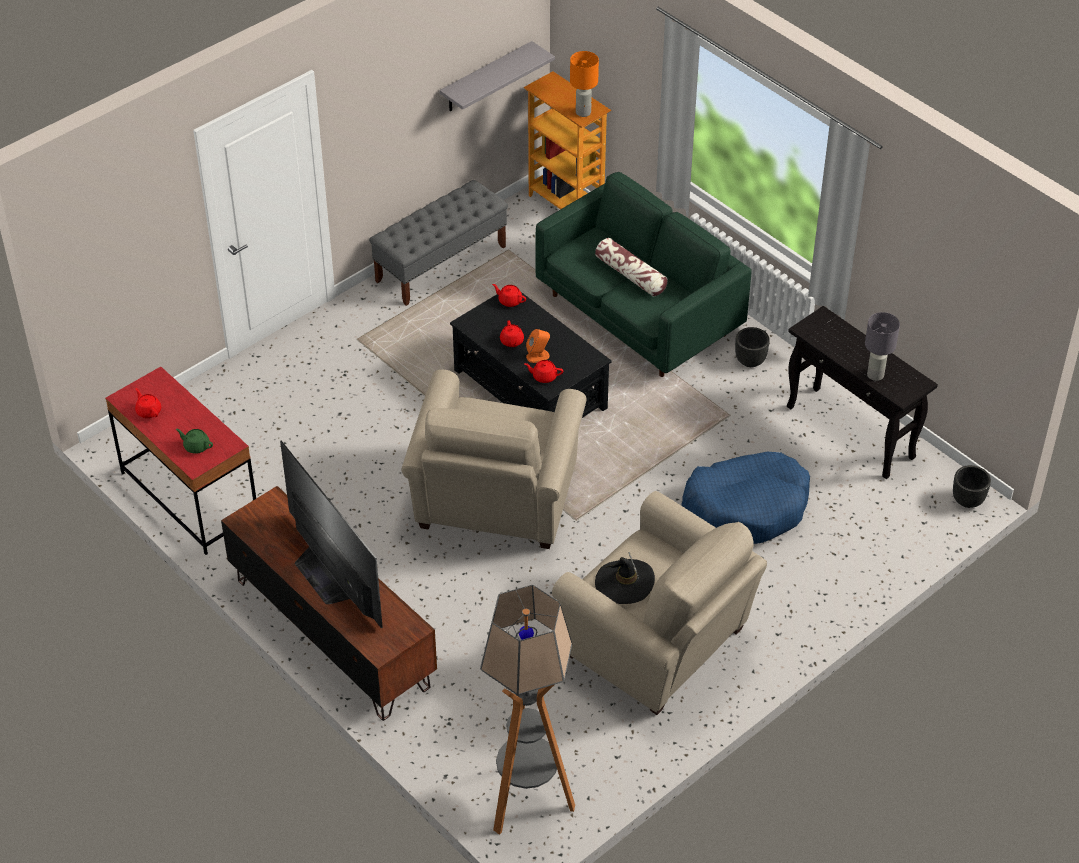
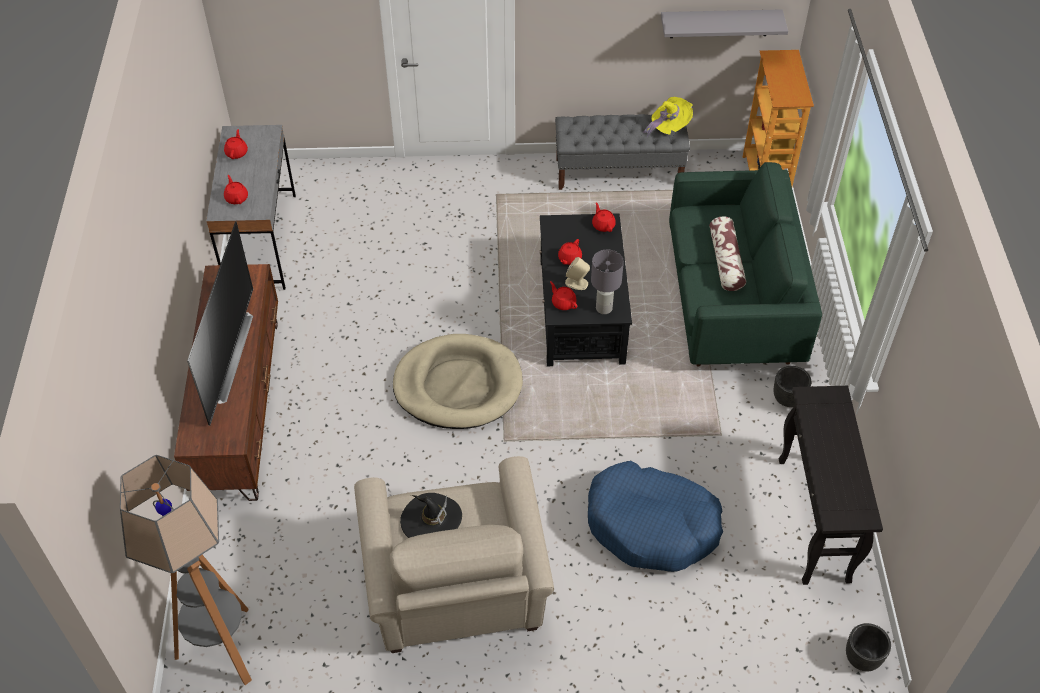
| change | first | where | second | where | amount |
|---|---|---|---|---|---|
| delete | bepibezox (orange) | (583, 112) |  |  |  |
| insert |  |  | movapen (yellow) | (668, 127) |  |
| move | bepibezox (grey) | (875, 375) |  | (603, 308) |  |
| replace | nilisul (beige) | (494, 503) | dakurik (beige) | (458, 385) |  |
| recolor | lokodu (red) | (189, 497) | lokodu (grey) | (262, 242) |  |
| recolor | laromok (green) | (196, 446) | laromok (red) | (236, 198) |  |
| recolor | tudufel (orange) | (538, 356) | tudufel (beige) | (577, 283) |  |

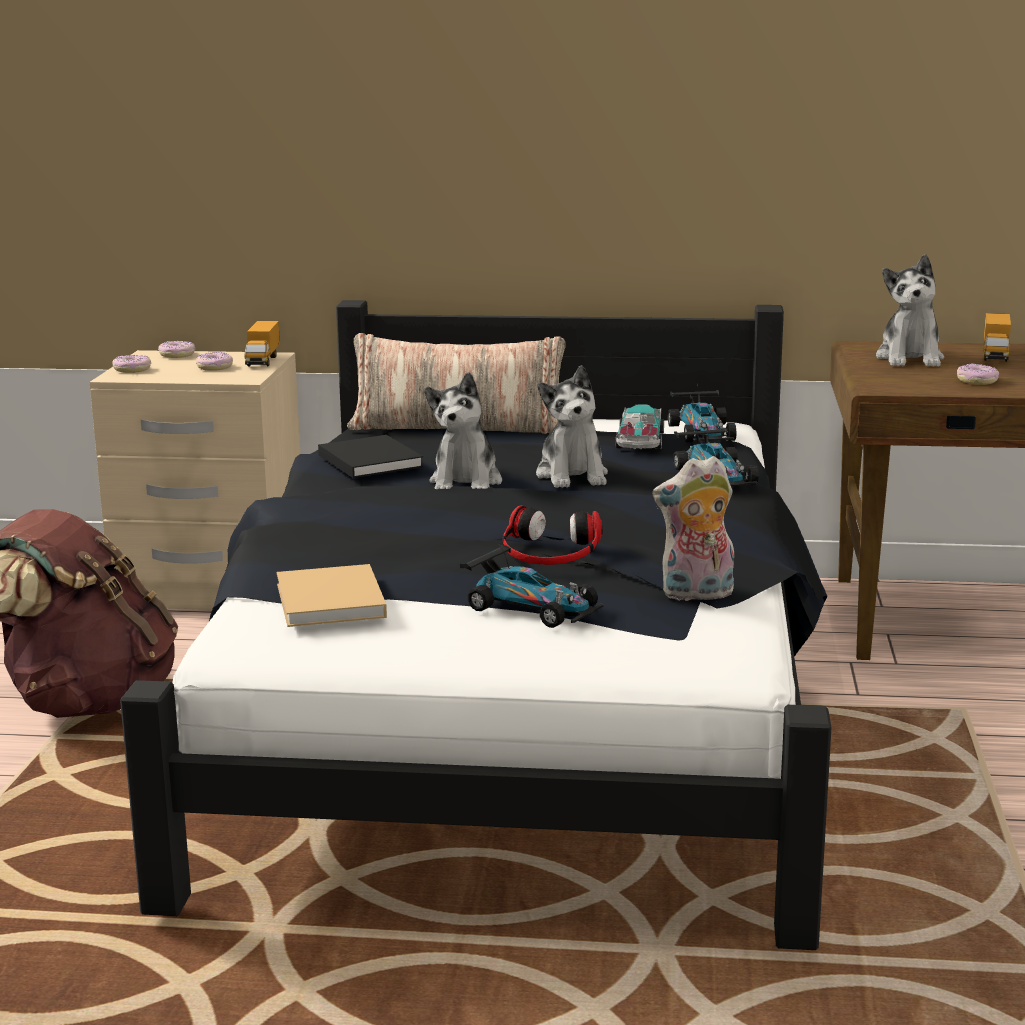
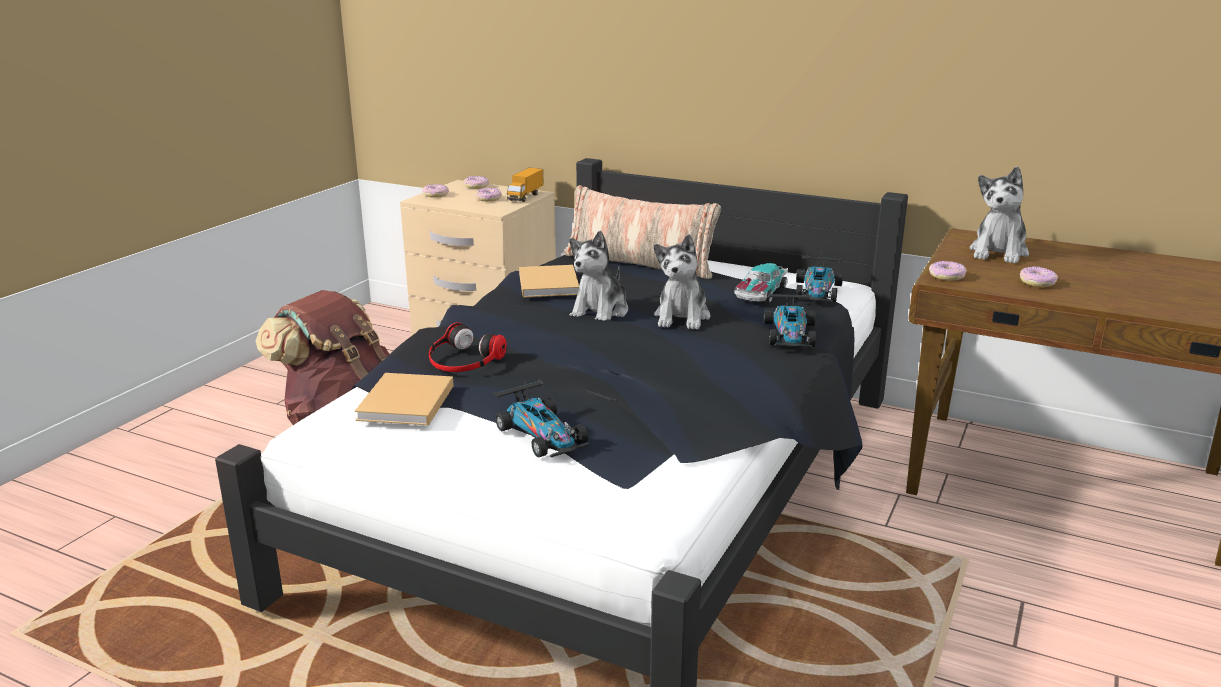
| change | first | where | second | where | amount |
|---|---|---|---|---|---|
| delete | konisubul | (696, 595) |  |  |  |
| delete | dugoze | (995, 355) |  |  |  |
| insert |  |  | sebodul | (947, 276) |  |
| move | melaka | (550, 549) |  | (463, 359) |  |
| recolor | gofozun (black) | (369, 460) | gofozun (beige) | (548, 283) |  |

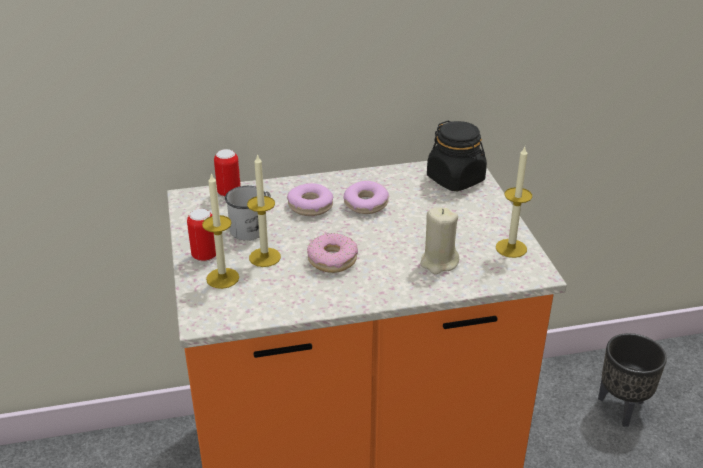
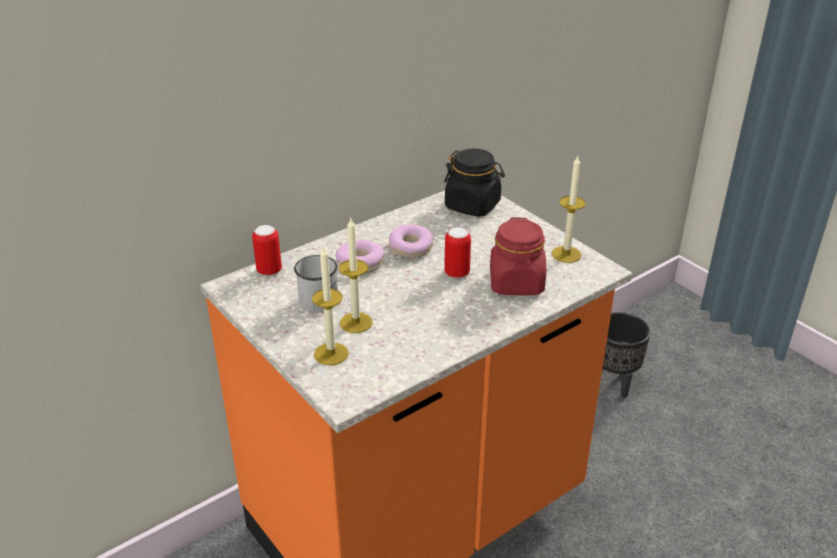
| change | first | where | second | where | amount |
|---|---|---|---|---|---|
| delete | sebodul | (332, 259) |  |  |  |
| move | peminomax | (204, 256) |  | (457, 273) |  |
| replace | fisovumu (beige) | (438, 262) | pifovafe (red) | (516, 283) |  |

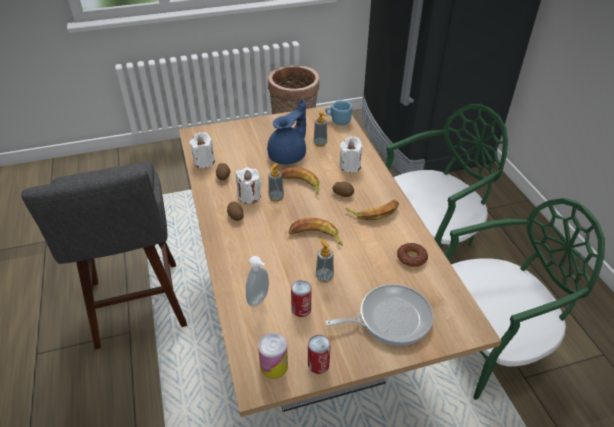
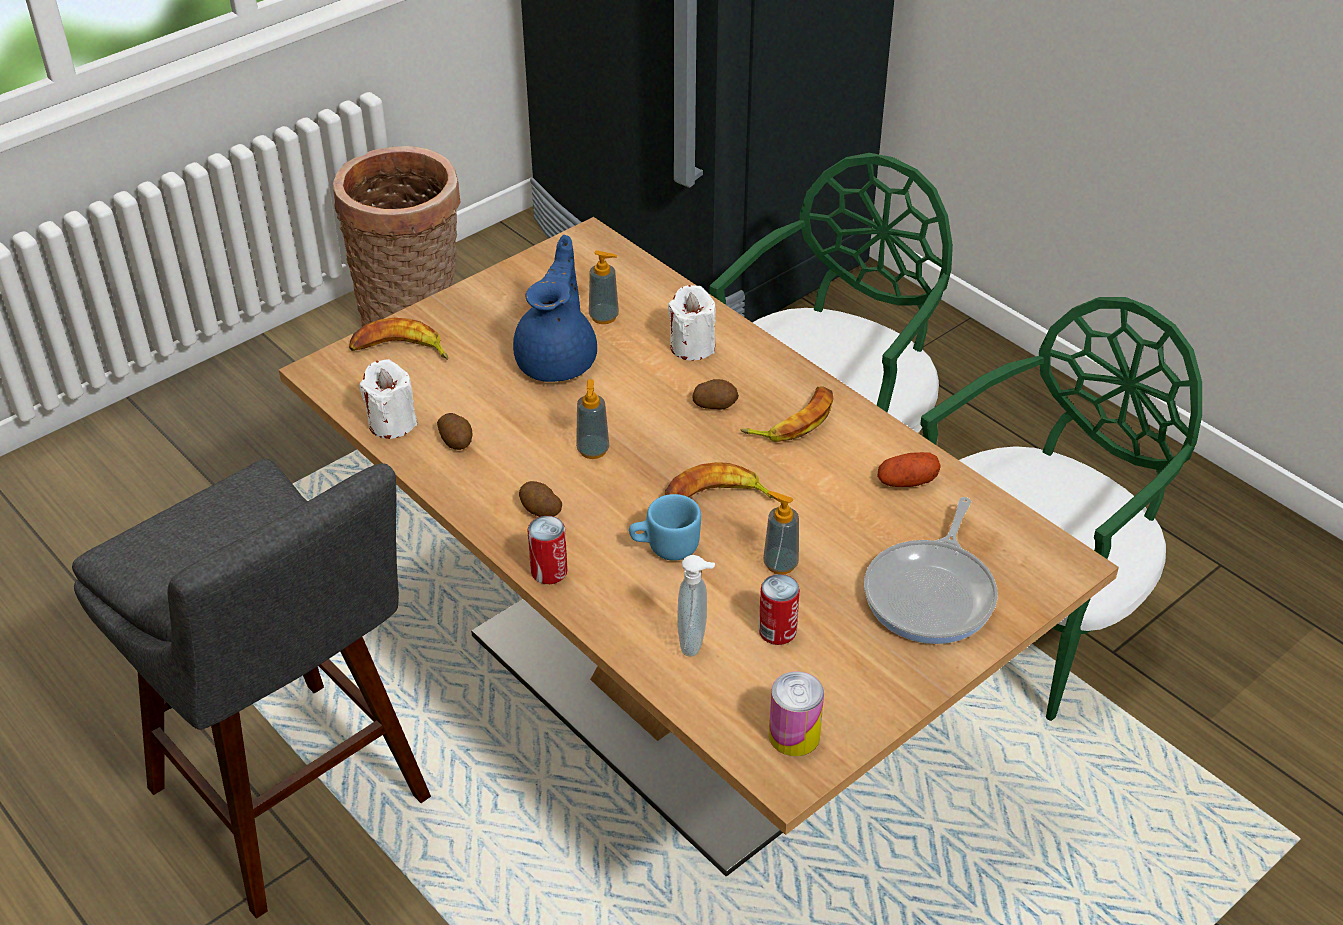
| change | first | where | second | where | amount |
|---|---|---|---|---|---|
| delete | fisovumu (white) | (249, 196) |  |  |  |
| move | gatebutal | (299, 184) |  | (400, 350) |  |
| move | peminomax | (318, 364) |  | (549, 572) |  |
| move | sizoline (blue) | (338, 121) |  | (665, 547) |  |
| replace | sebodul | (412, 257) | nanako | (907, 482) |  |
| rotate | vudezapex | (390, 318) |  | (932, 593) | 150 degrees clockwise |

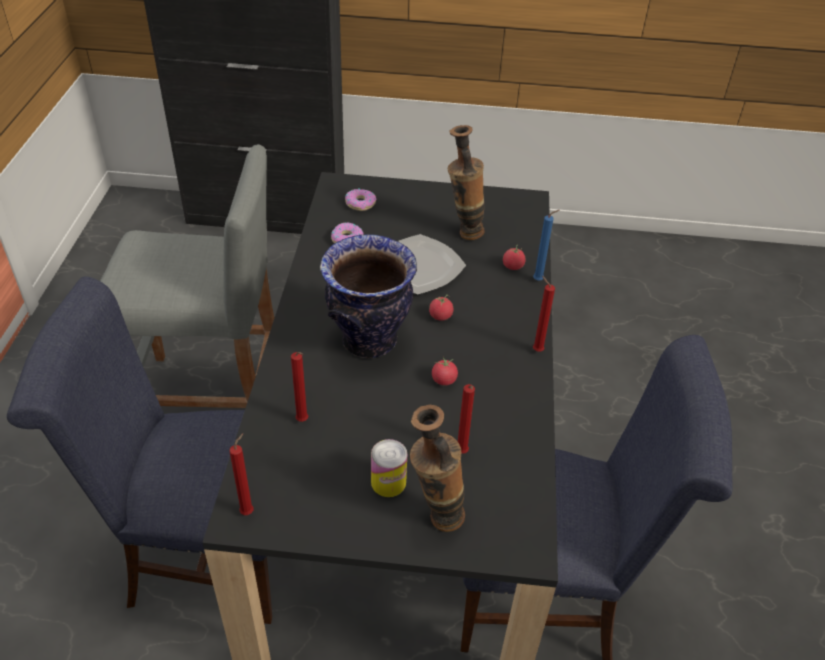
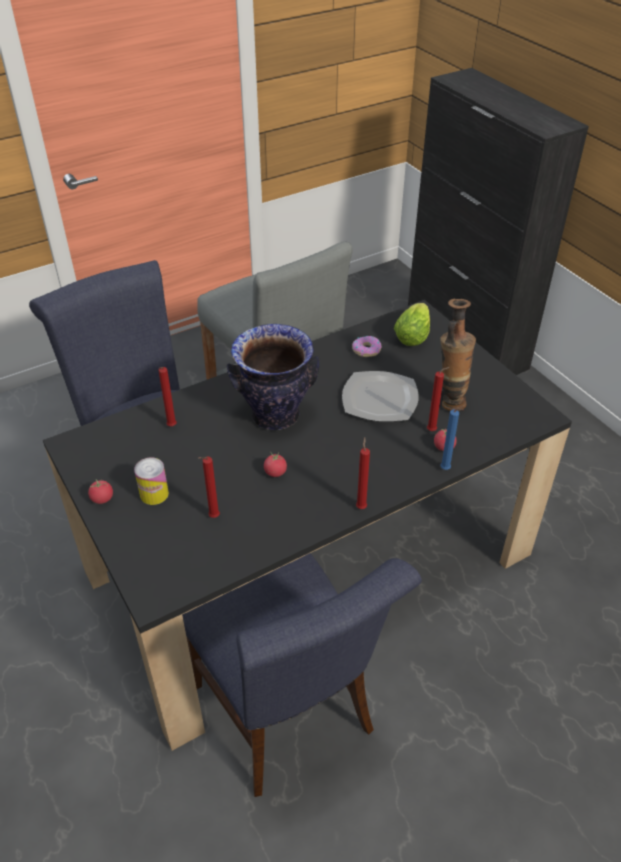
| change | first | where | second | where | amount |
|---|---|---|---|---|---|
| delete | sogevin | (435, 519) |  |  |  |
| move | fisovumu (red) | (248, 511) |  | (433, 430) |  |
| move | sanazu | (440, 316) |  | (102, 498) |  |
| replace | sebodul | (360, 203) | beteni | (413, 335) |  |

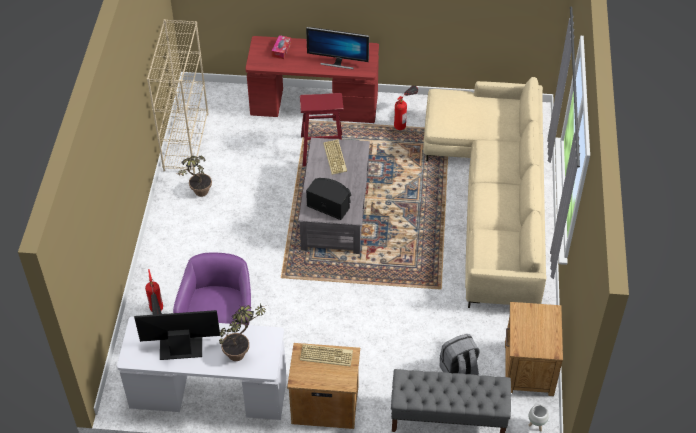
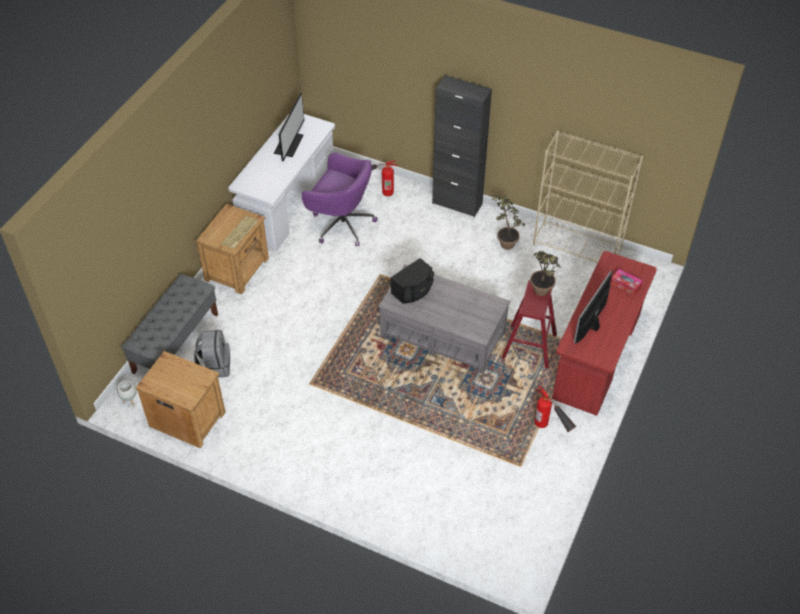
| change | first | where | second | where | amount |
|---|---|---|---|---|---|
| delete | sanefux | (335, 157) |  |  |  |
| delete | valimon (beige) | (492, 197) |  |  |  |
| insert |  |  | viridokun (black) | (457, 203) |  |
| move | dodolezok | (242, 352) |  | (541, 294) |  |

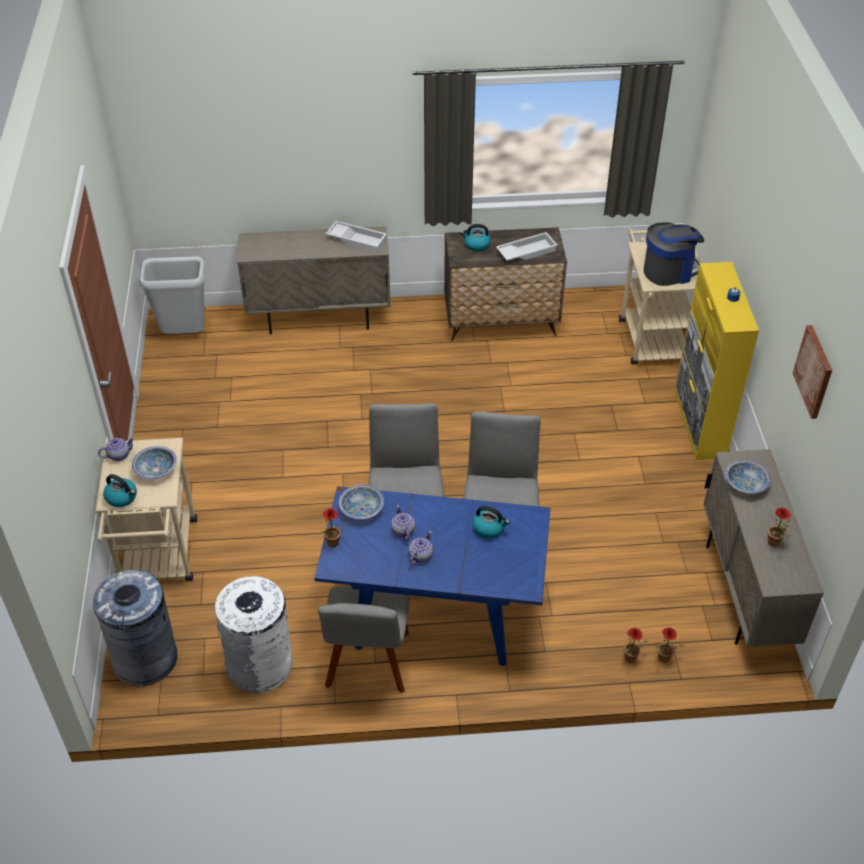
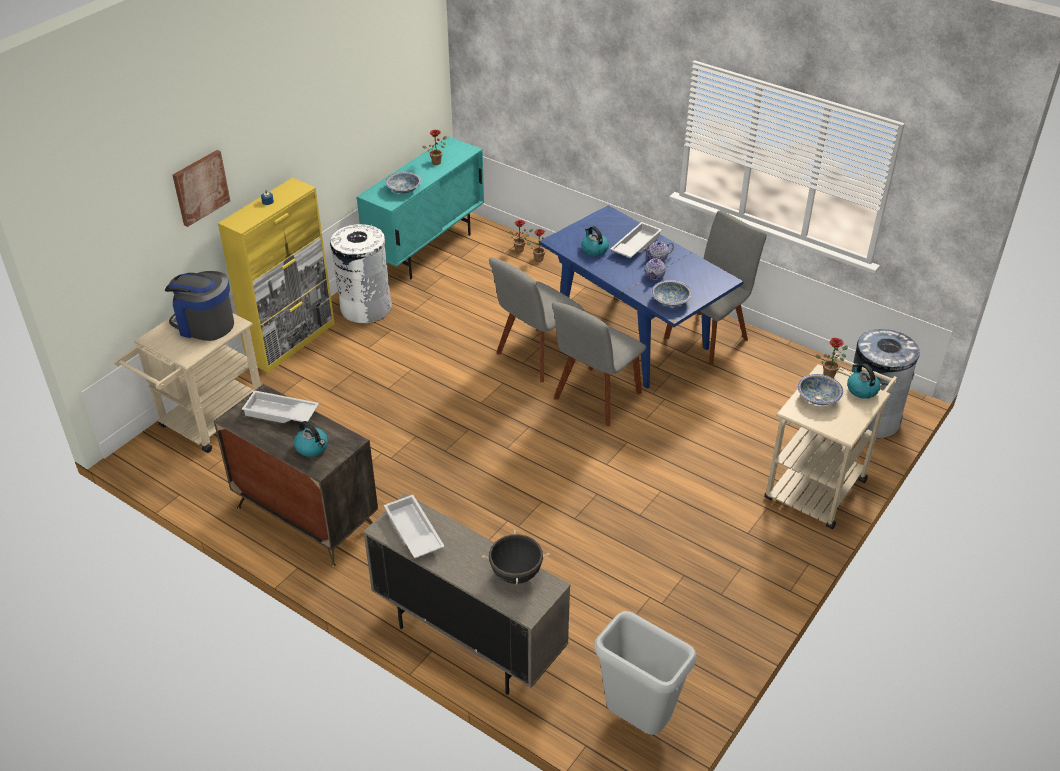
| change | first | where | second | where | amount |
|---|---|---|---|---|---|
| delete | laromok | (118, 455) |  |  |  |
| insert |  |  | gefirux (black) | (516, 574) |  |
| insert |  |  | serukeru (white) | (635, 245) |  |
| move | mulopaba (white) | (260, 665) |  | (365, 307) |  |
| move | dodolezok | (333, 544) |  | (829, 374) |  |
| move | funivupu | (814, 371) |  | (200, 187) |  |
| recolor | viridokun (beige) | (744, 593) | viridokun (turquoise) | (426, 250) |  |

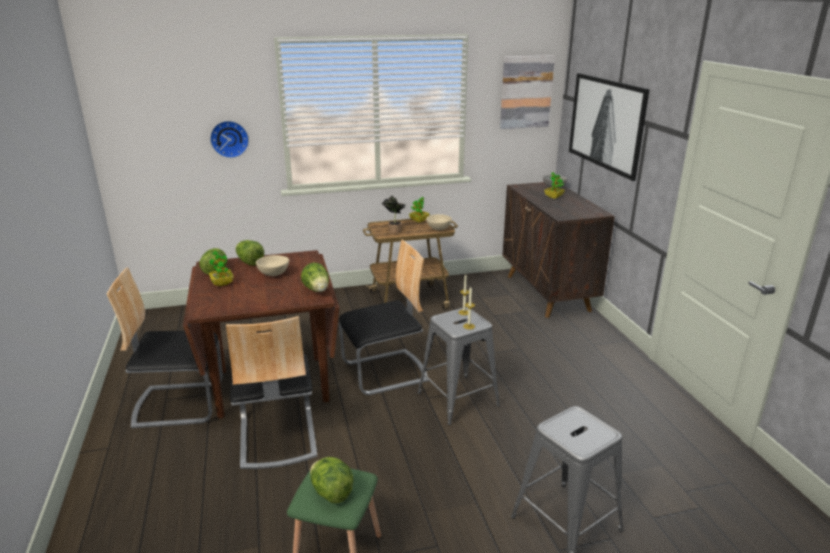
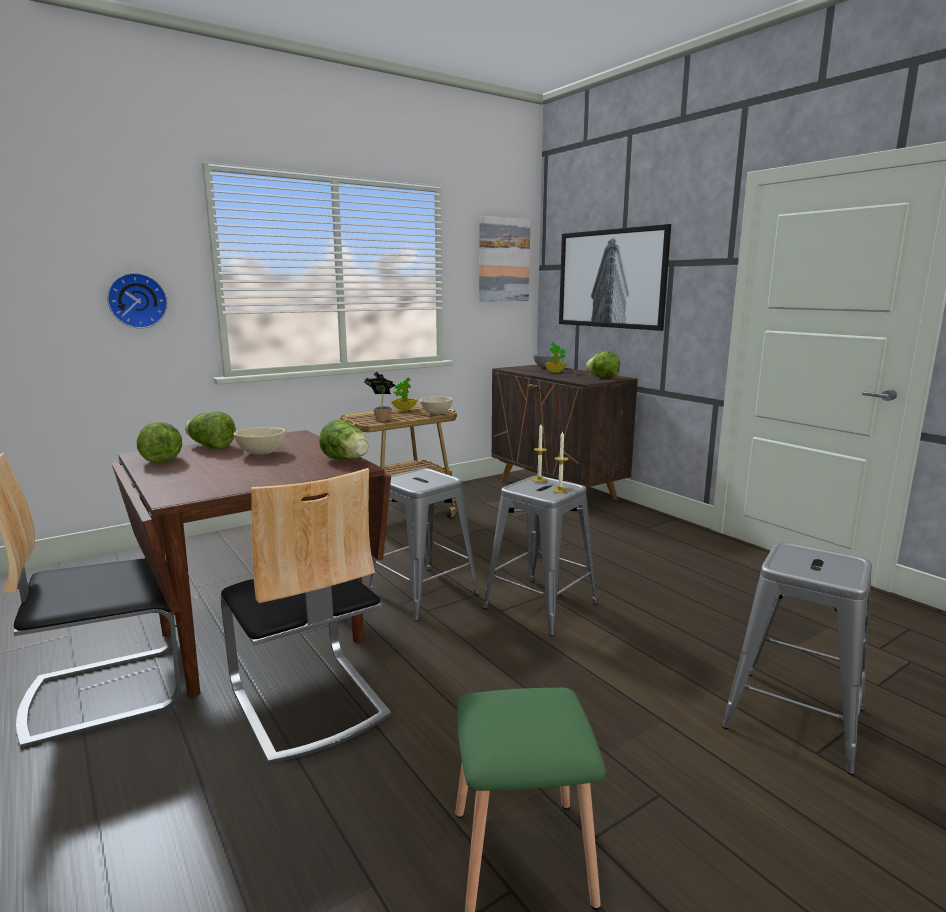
| change | first | where | second | where | amount |
|---|---|---|---|---|---|
| delete | dodolezok | (222, 283) |  |  |  |
| move | beteni | (331, 492) |  | (603, 377) |  |
| replace | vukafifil | (385, 372) | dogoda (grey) | (422, 593) |  |

